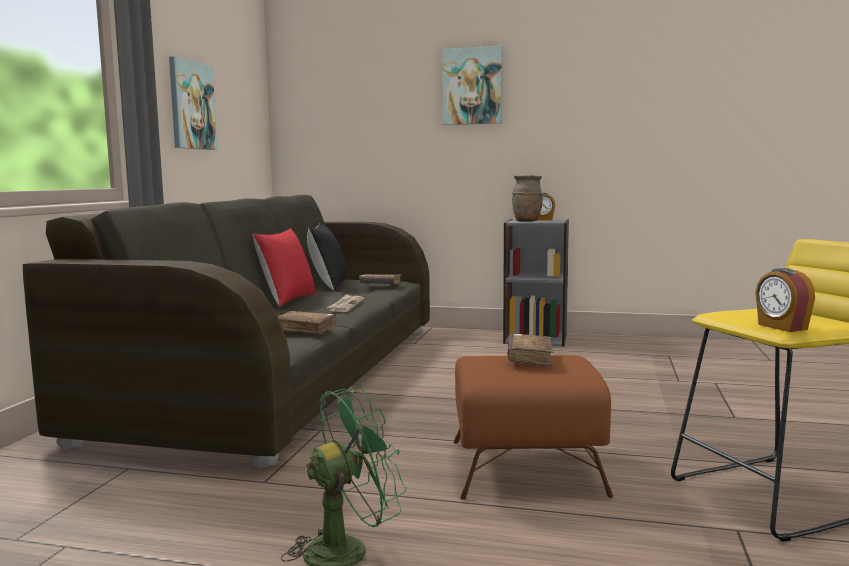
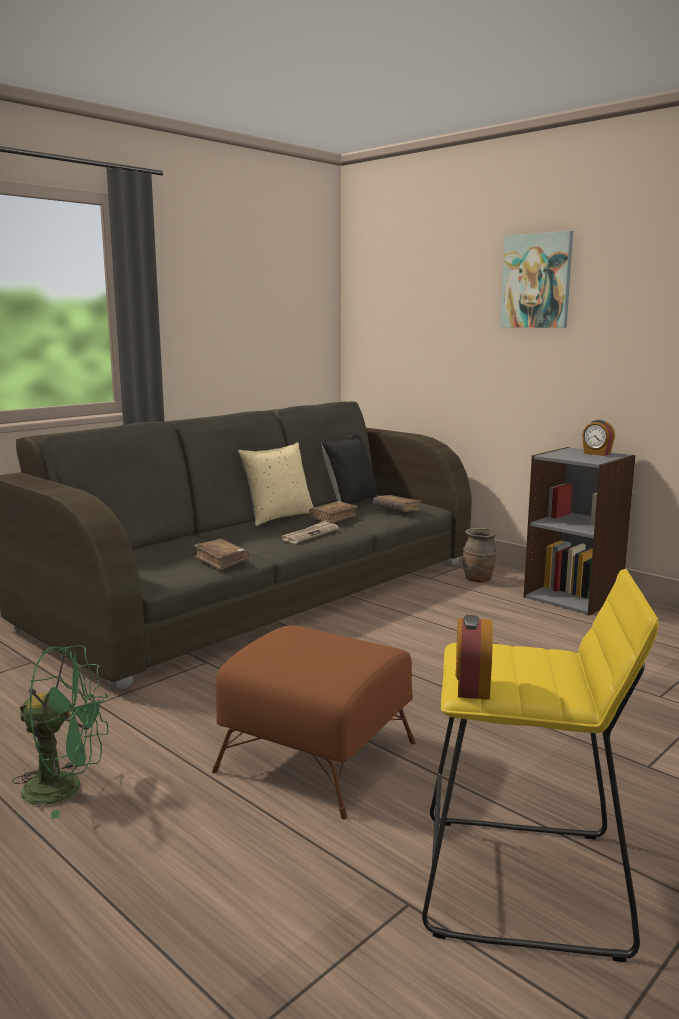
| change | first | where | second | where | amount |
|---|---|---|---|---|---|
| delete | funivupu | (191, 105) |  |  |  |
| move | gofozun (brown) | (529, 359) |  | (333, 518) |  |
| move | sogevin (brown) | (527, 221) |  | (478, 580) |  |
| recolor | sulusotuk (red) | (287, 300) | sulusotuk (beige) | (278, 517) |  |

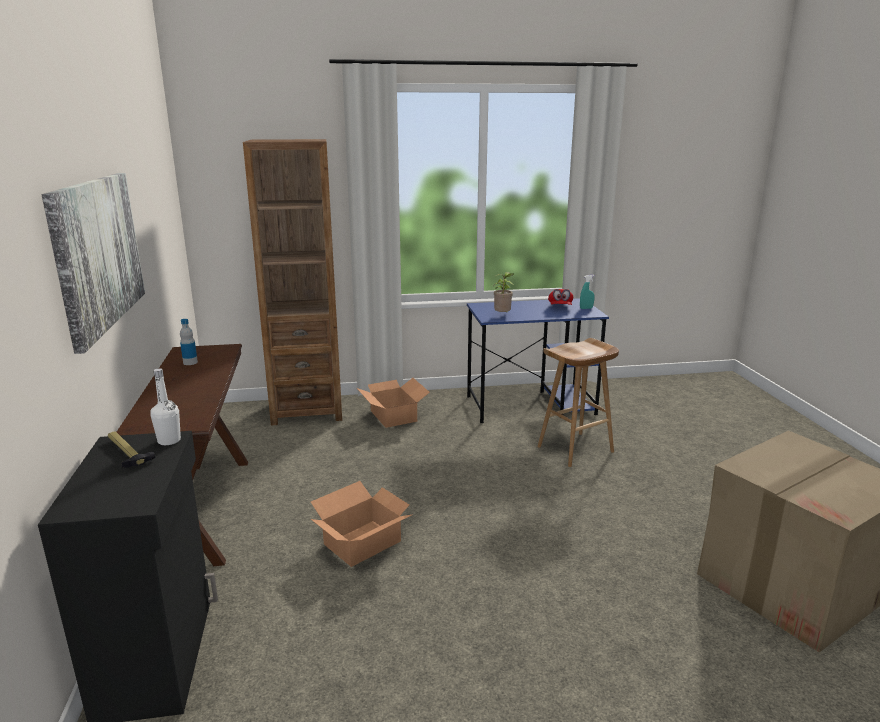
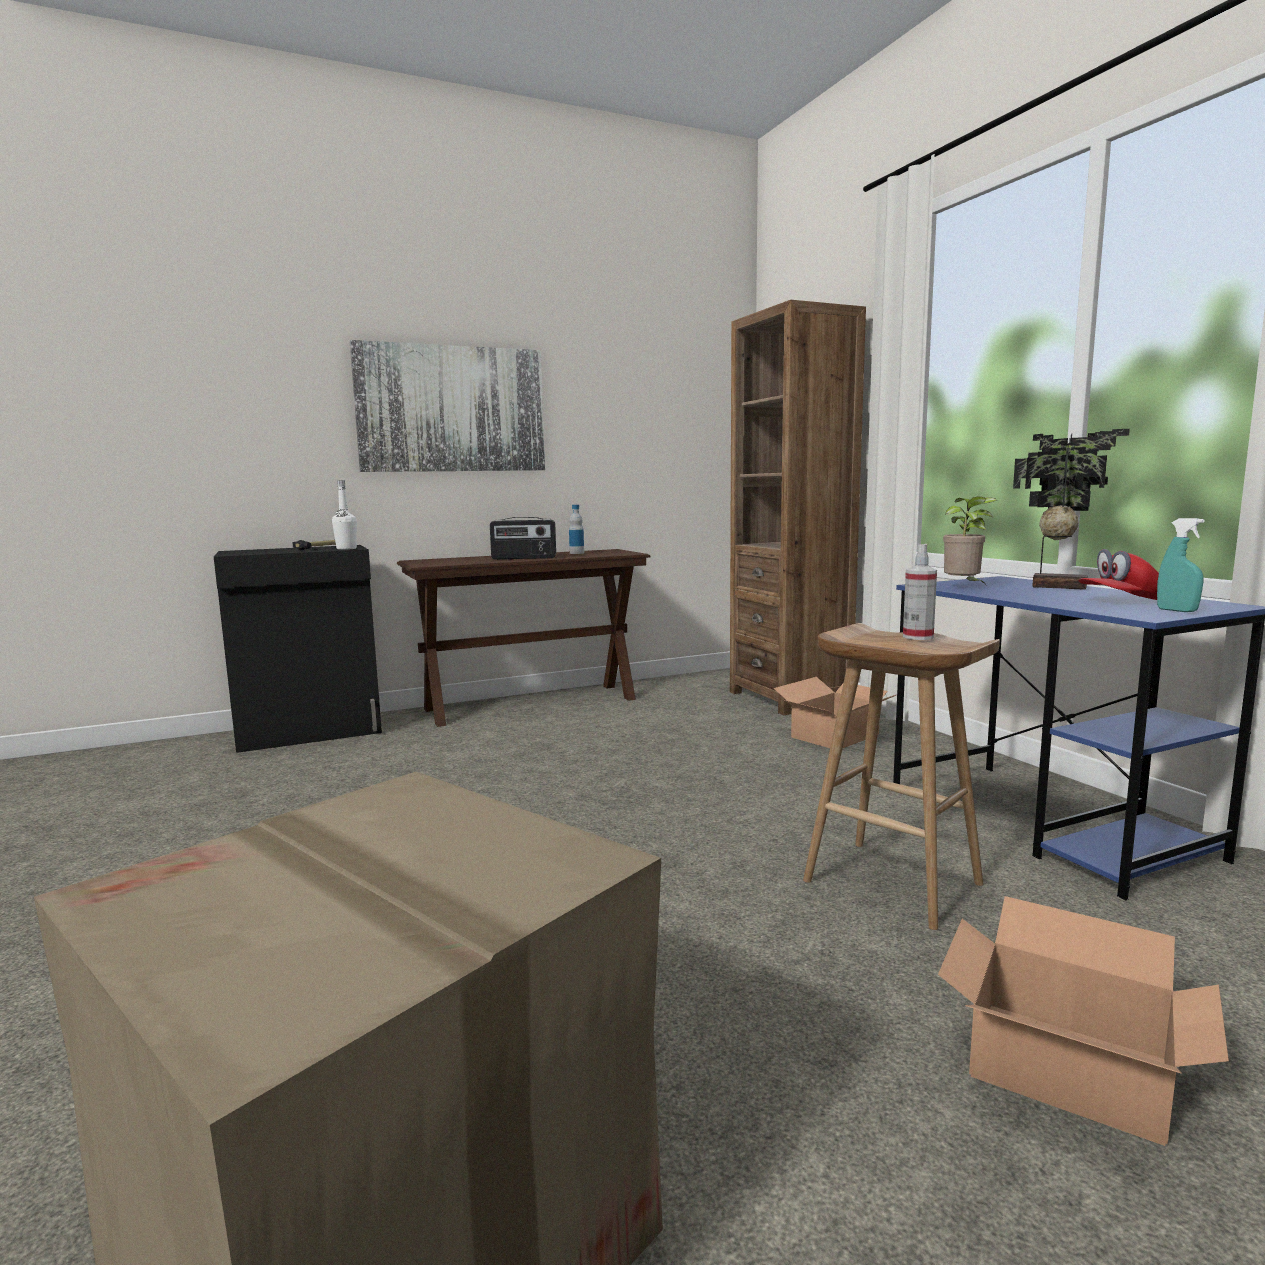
| change | first | where | second | where | amount |
|---|---|---|---|---|---|
| insert |  |  | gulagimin | (524, 558) |  |
| insert |  |  | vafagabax | (918, 637) |  |
| insert |  |  | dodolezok | (1058, 586) |  |
| move | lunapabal | (363, 543) |  | (1070, 1070) |  |

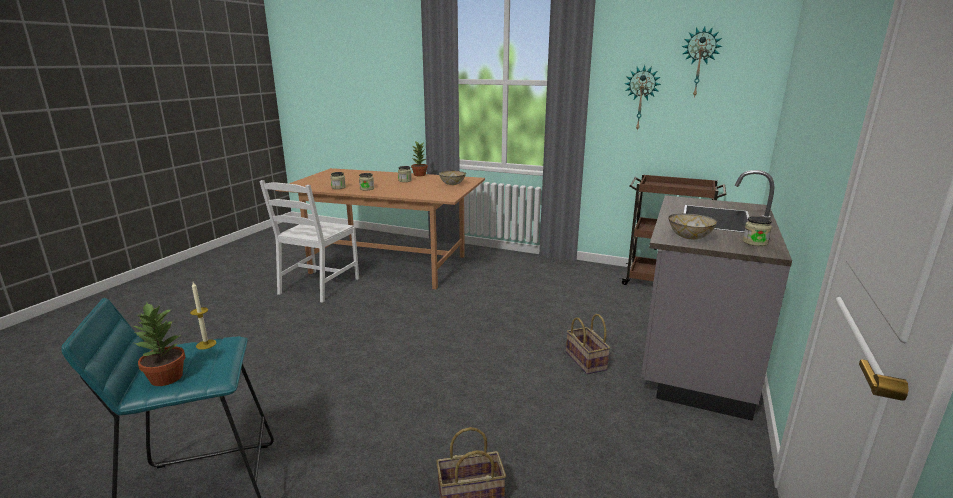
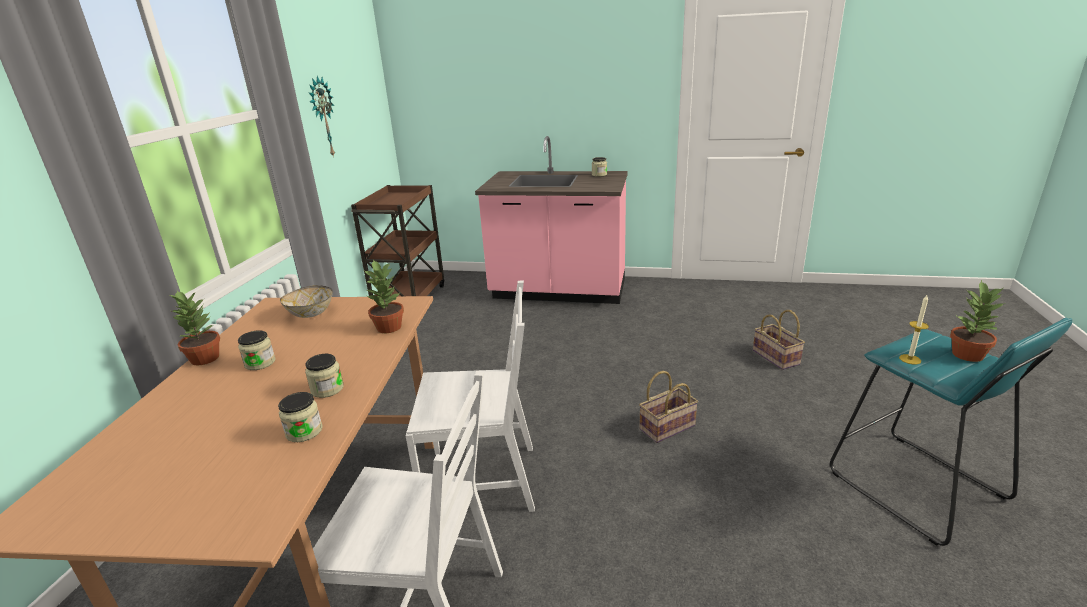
| change | first | where | second | where | amount |
|---|---|---|---|---|---|
| delete | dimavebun | (689, 237) |  |  |  |
| delete | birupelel | (699, 62) |  |  |  |
| insert |  |  | dodolezok | (389, 327) |  |
| insert |  |  | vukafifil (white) | (482, 480) |  |
| move | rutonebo | (587, 361) |  | (667, 426) |  |
| recolor | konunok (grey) | (692, 359) | konunok (pink) | (558, 291) |  |

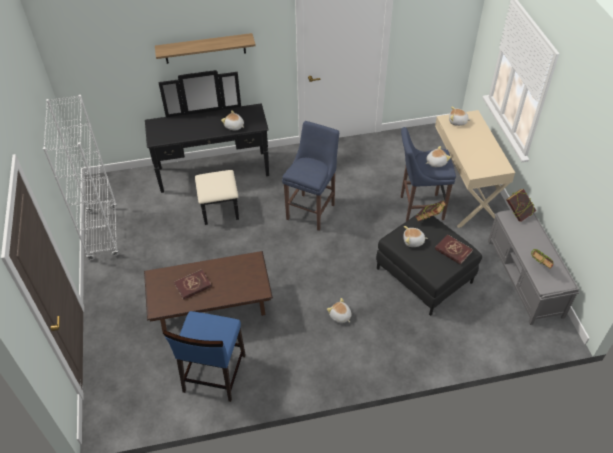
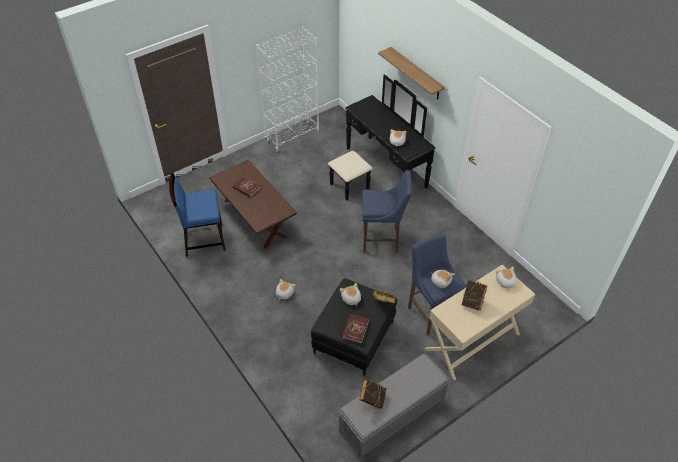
| change | first | where | second | where | amount |
|---|---|---|---|---|---|
| move | gofozun | (518, 214) |  | (472, 302) |  |

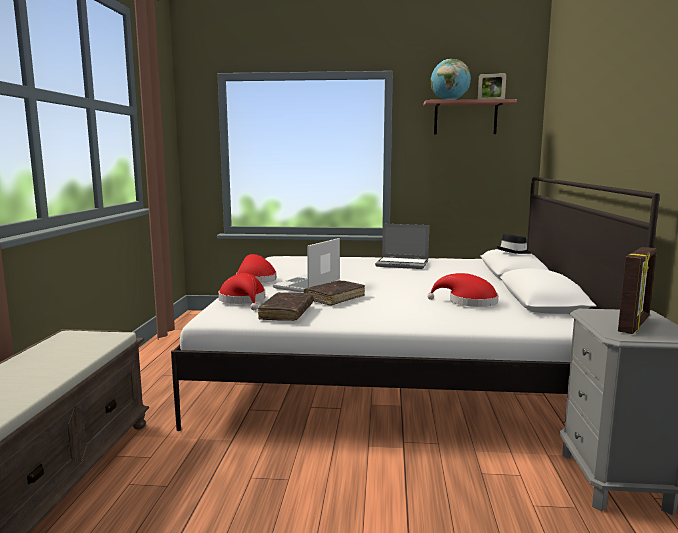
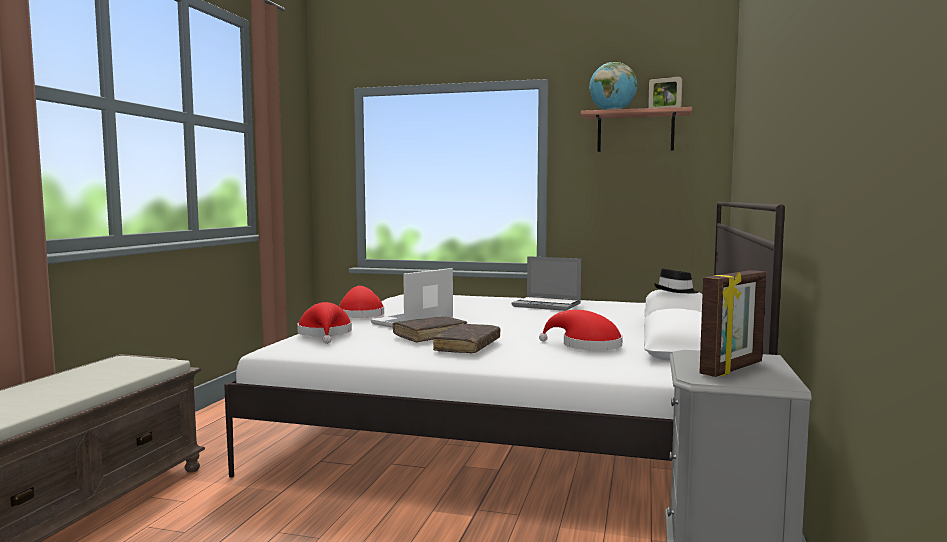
| change | first | where | second | where | amount |
|---|---|---|---|---|---|
| move | gofozun (brown) | (286, 313) |  | (467, 346) |  |

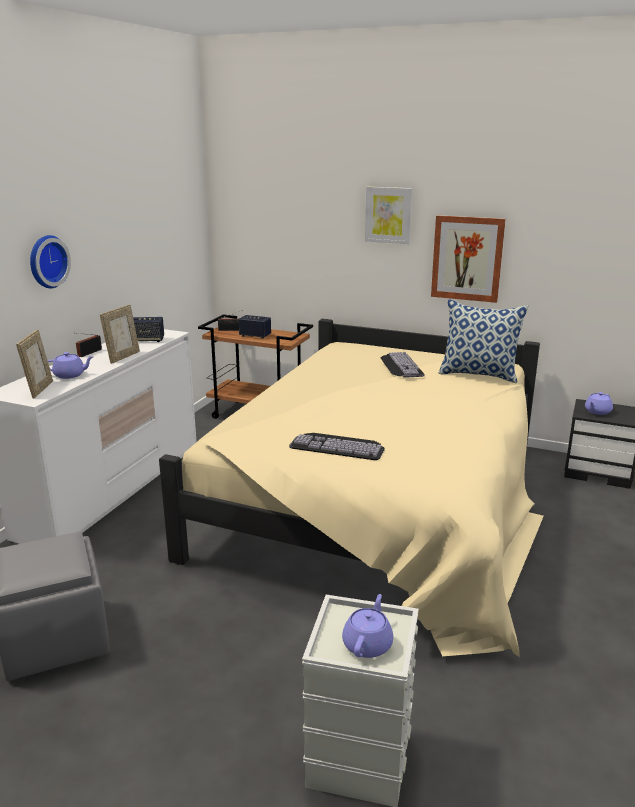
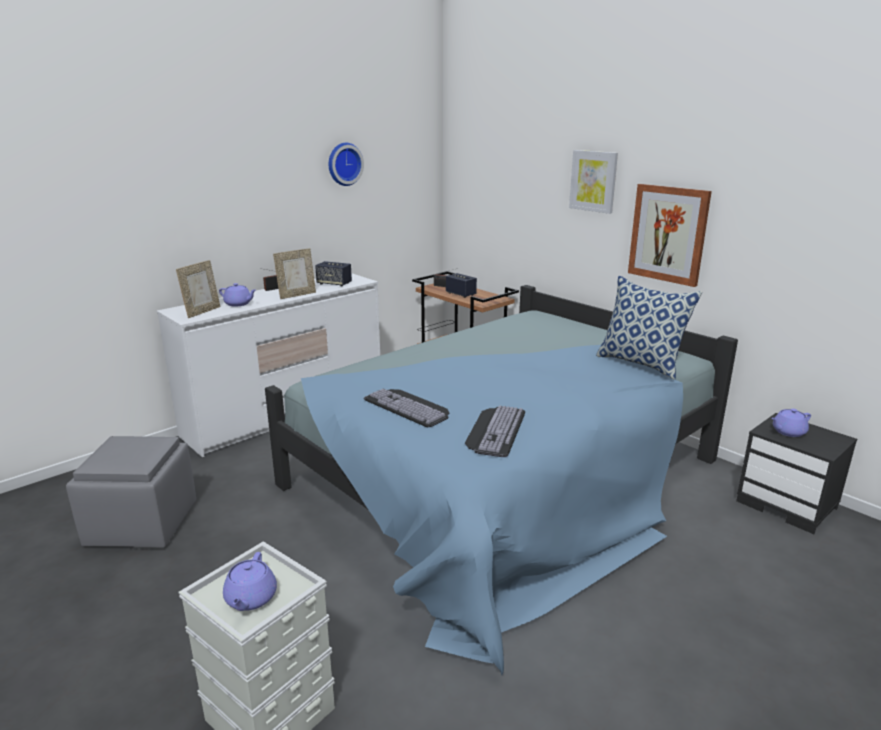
| change | first | where | second | where | amount |
|---|---|---|---|---|---|
| move | birupelel | (46, 261) |  | (344, 164) |  |
| move | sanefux | (400, 365) |  | (494, 430) |  |
| recolor | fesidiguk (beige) | (382, 504) | fesidiguk (blue) | (505, 481) |  |
| rotate | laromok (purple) | (368, 644) |  | (250, 599) | 135 degrees clockwise |

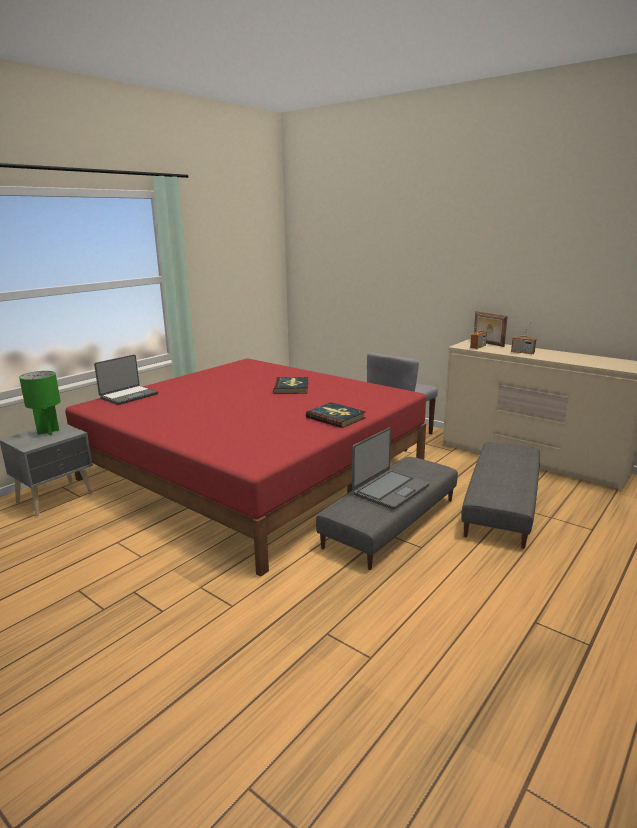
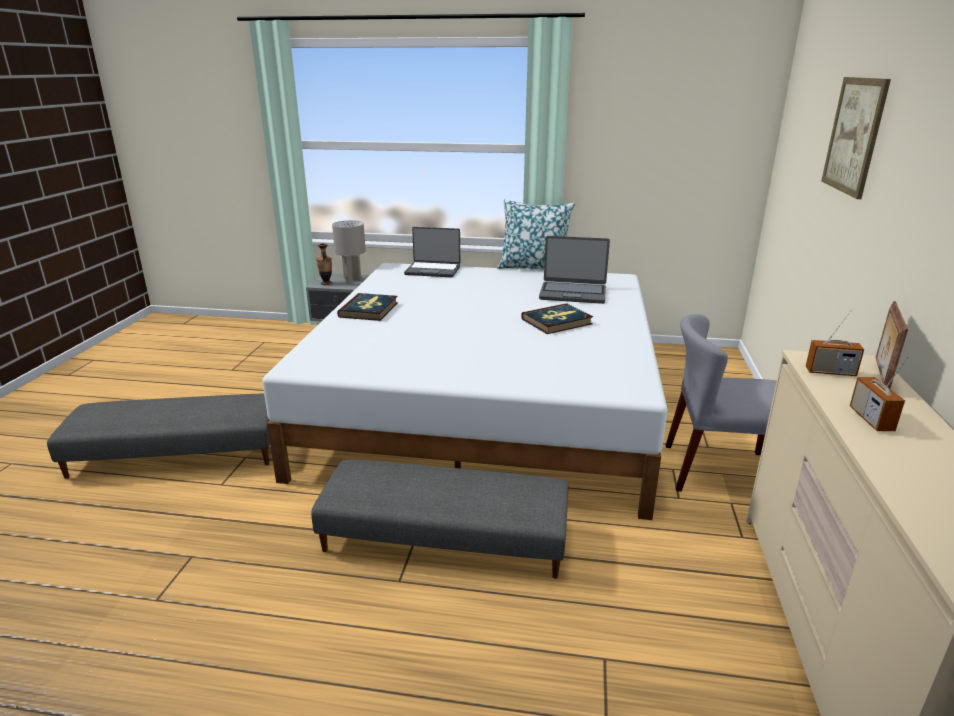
| change | first | where | second | where | amount |
|---|---|---|---|---|---|
| insert |  |  | sogevin | (326, 283) |  |
| insert |  |  | sulusotuk | (534, 267) |  |
| insert |  |  | funivupu | (854, 135) |  |
| move | gofozun | (336, 417) |  | (369, 310) |  |
| move | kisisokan | (390, 490) |  | (573, 293) |  |
| move | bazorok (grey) | (501, 504) |  | (178, 453) |  |
| recolor | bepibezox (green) | (48, 432) | bepibezox (grey) | (352, 279) |  |
| recolor | fesidiguk (red) | (254, 471) | fesidiguk (white) | (486, 404) |  |

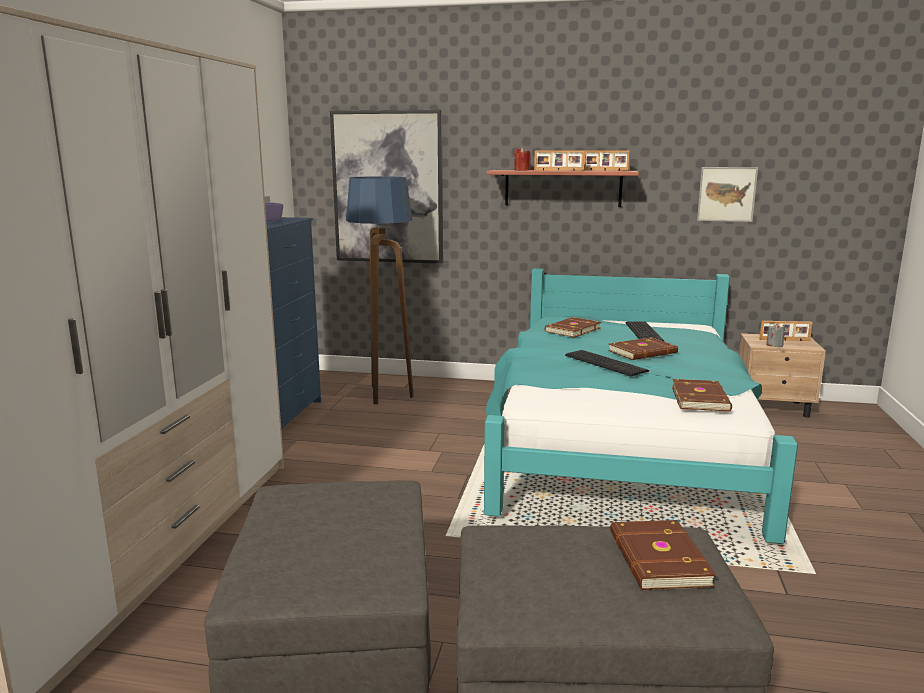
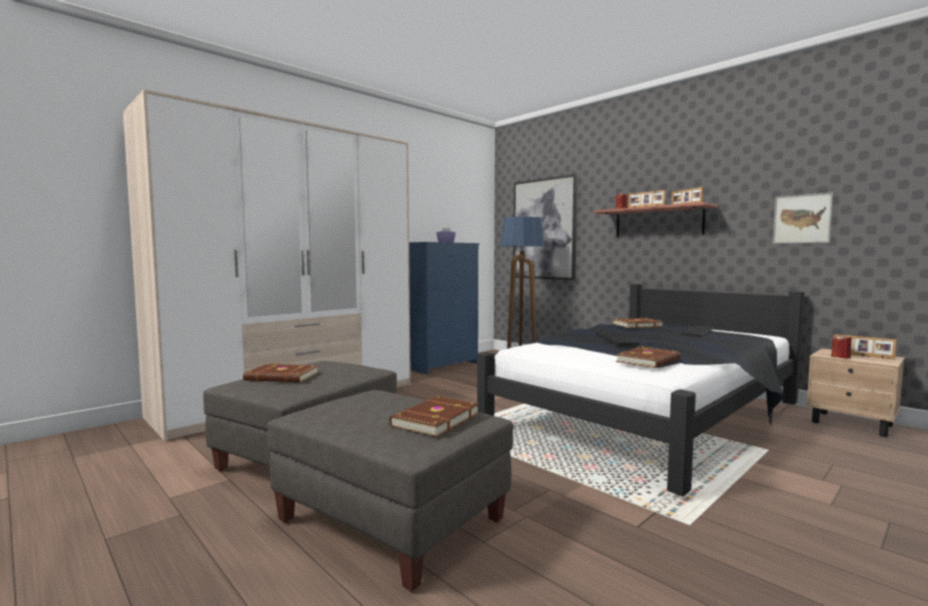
| change | first | where | second | where | amount |
|---|---|---|---|---|---|
| move | gofozun (brown) | (643, 352) |  | (281, 377) |  |
| recolor | fesidiguk (turquoise) | (621, 446) | fesidiguk (black) | (646, 417) |  |
| recolor | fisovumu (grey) | (774, 345) | fisovumu (red) | (841, 357) |  |

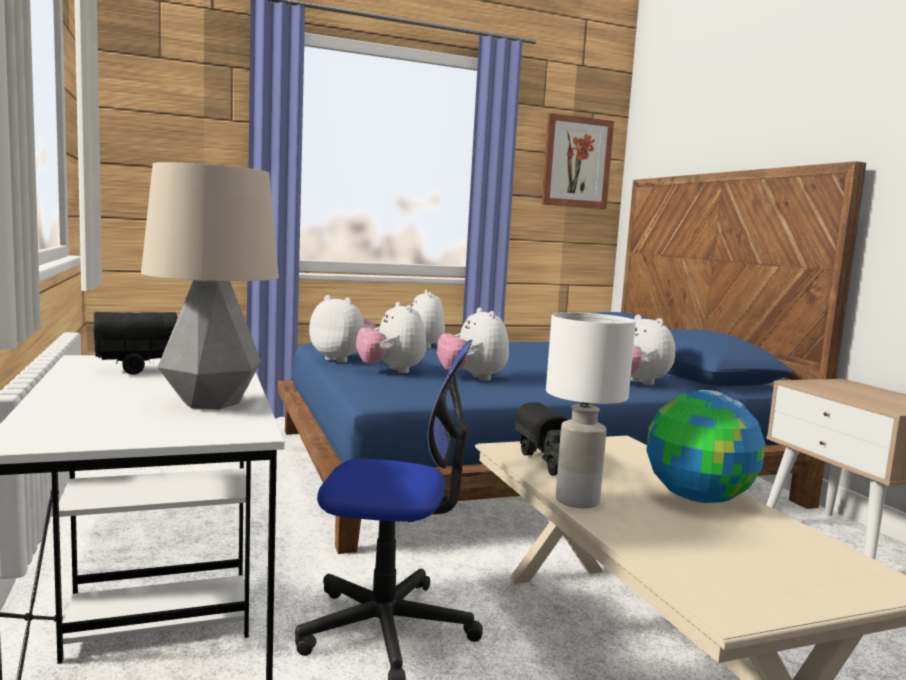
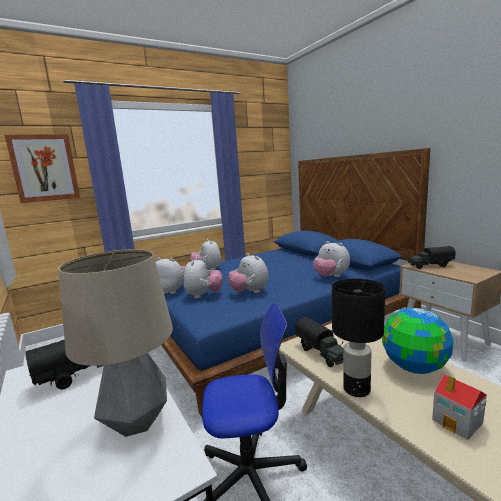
| change | first | where | second | where | amount |
|---|---|---|---|---|---|
| insert |  |  | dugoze | (429, 265) |  |
| insert |  |  | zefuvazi | (458, 421) |  |
| move | funivupu | (576, 162) |  | (44, 168) |  |
| recolor | bepibezox (white) | (576, 501) | bepibezox (black) | (356, 389) |  |
| rotate | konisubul | (391, 371) |  | (204, 295) | 135 degrees counterclockwise |

